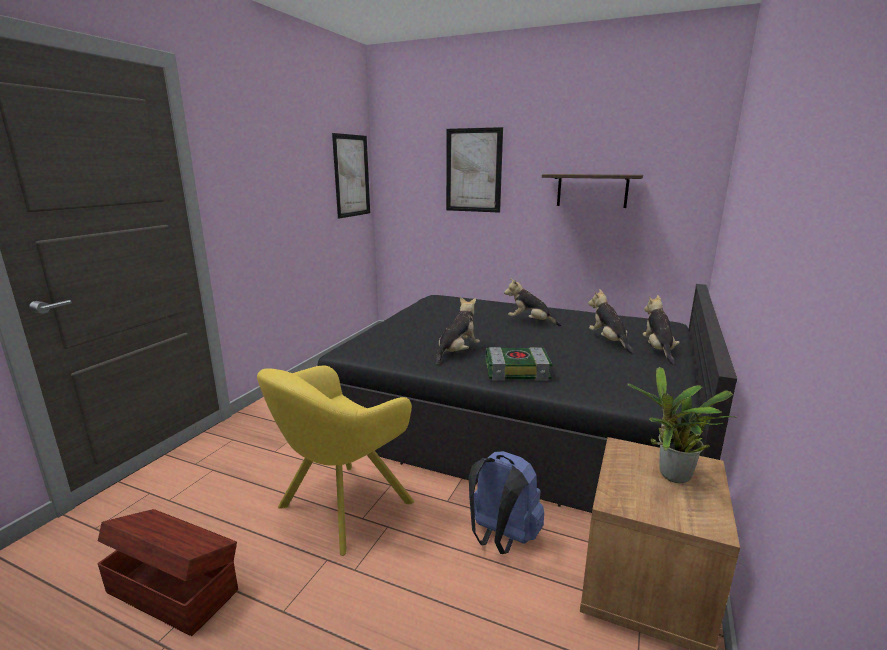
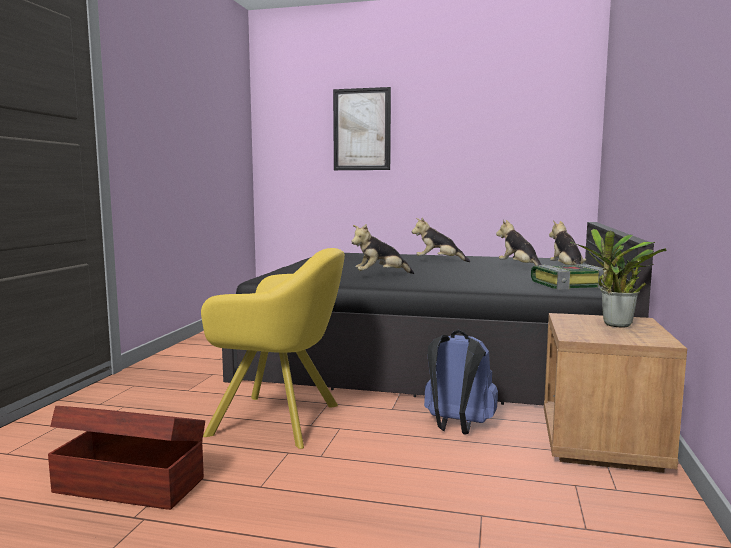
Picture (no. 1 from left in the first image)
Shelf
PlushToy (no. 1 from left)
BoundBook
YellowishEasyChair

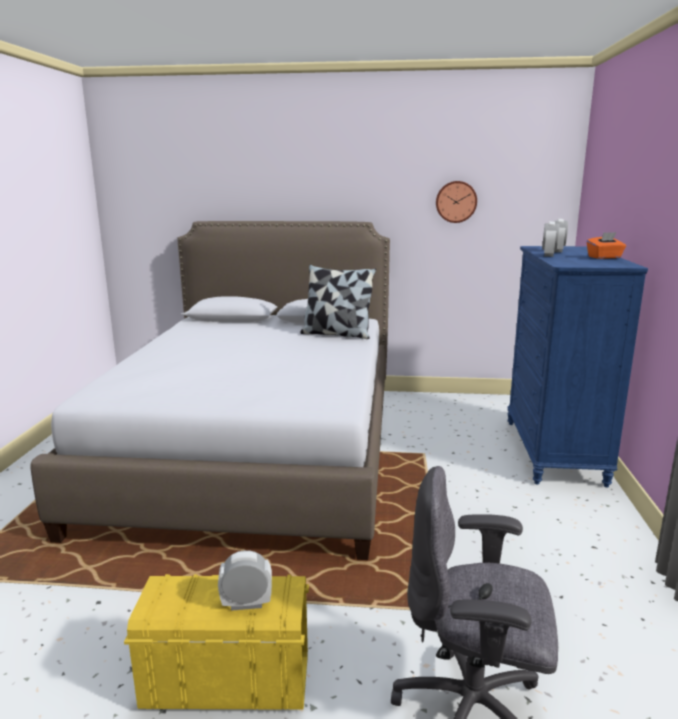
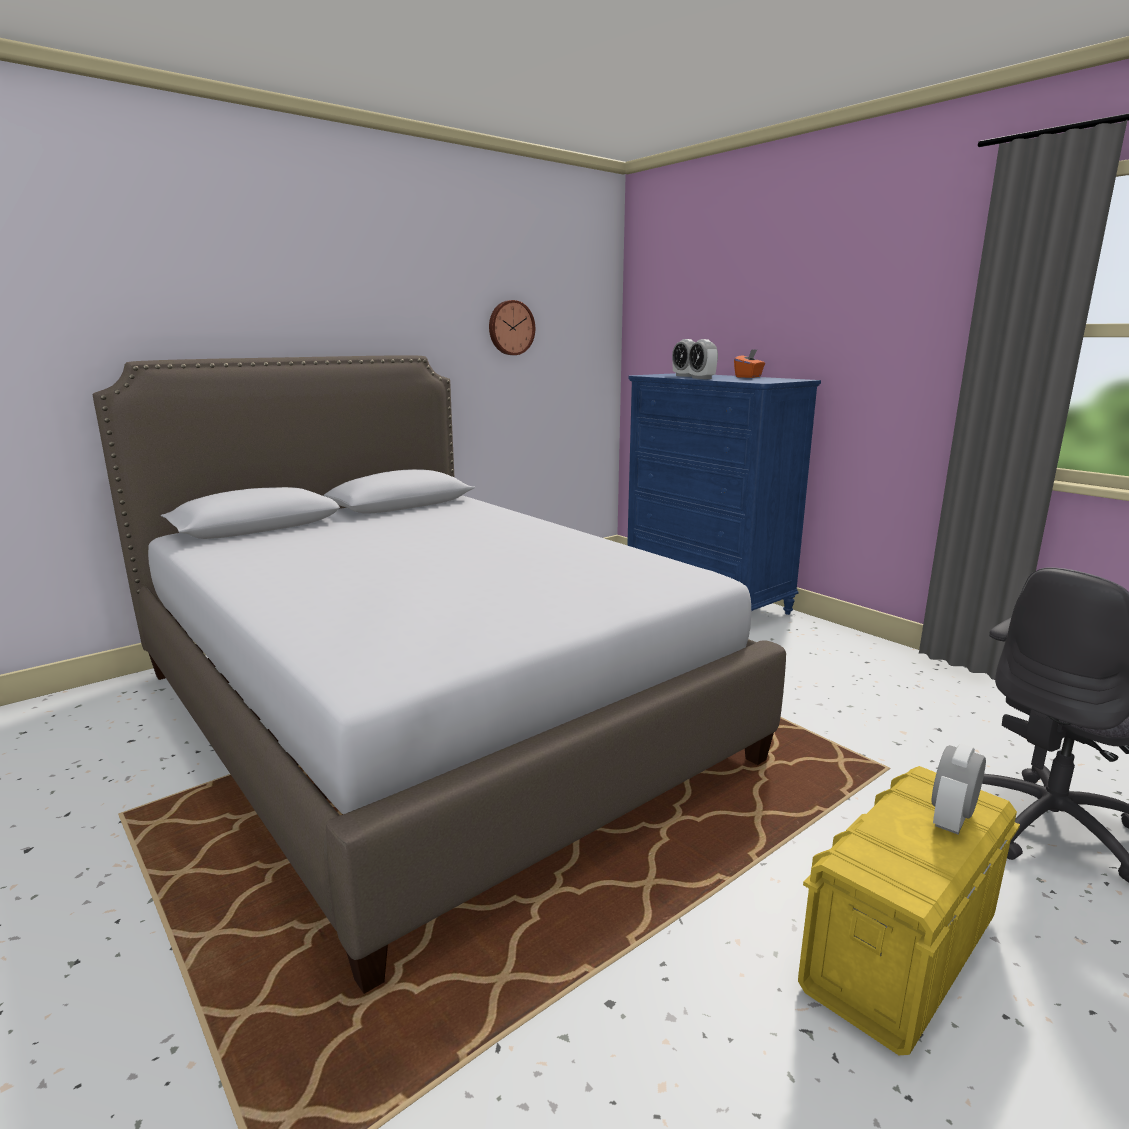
ThrowPillow

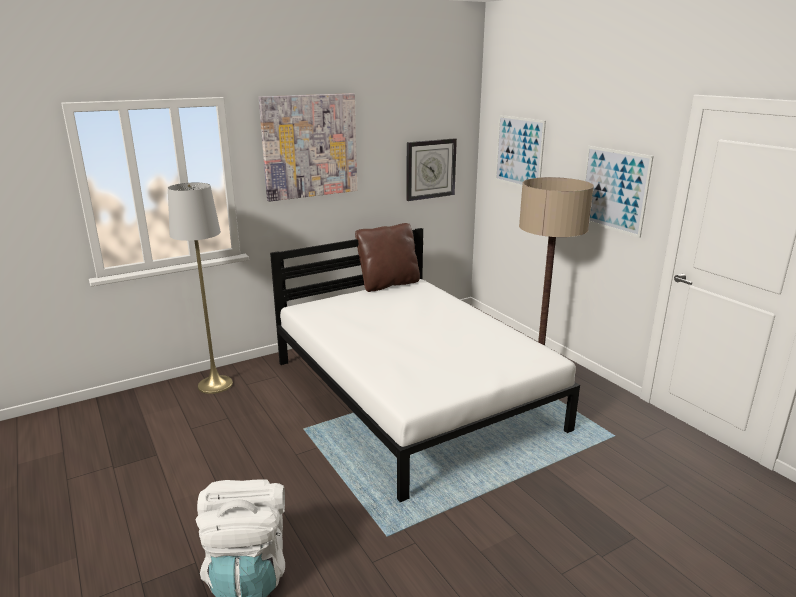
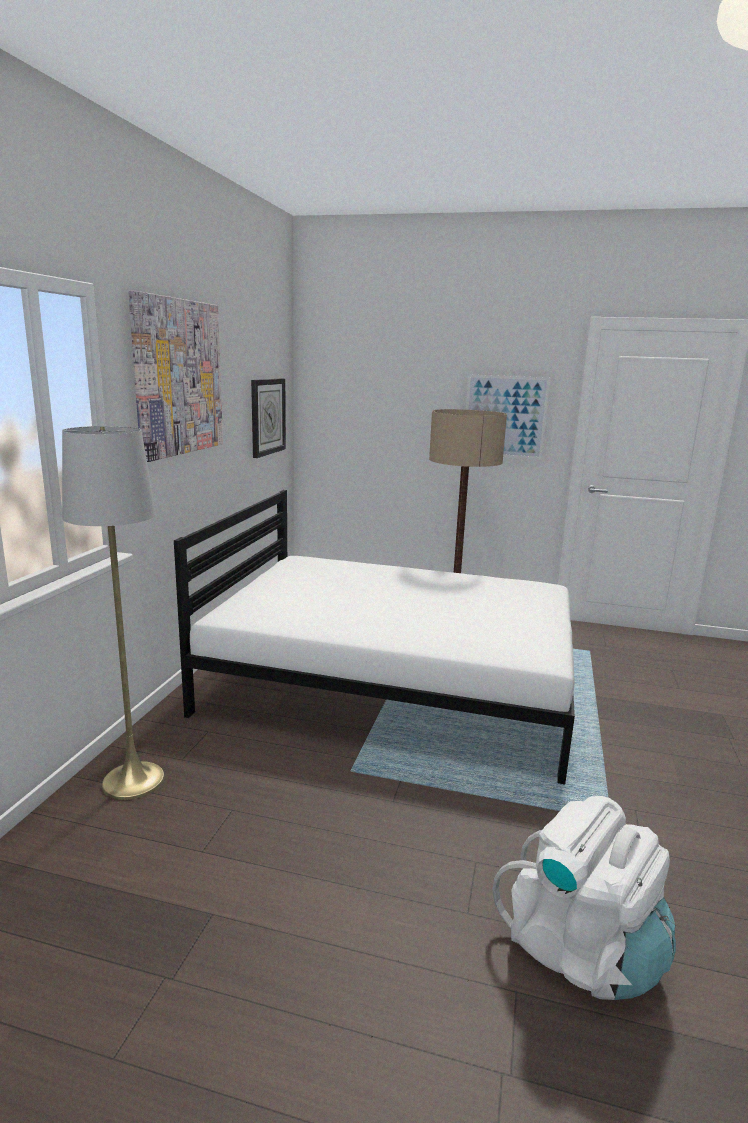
Picture (no. 2 from left in the first image)
BrownishThrowPillow

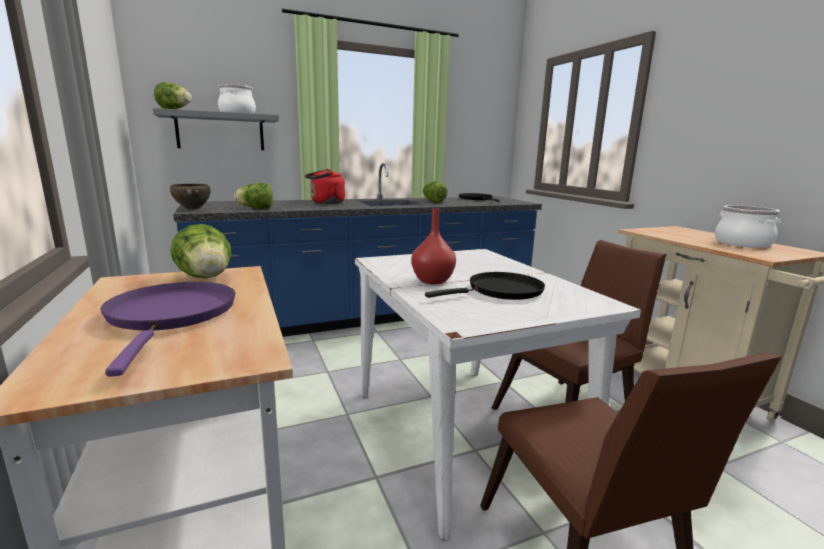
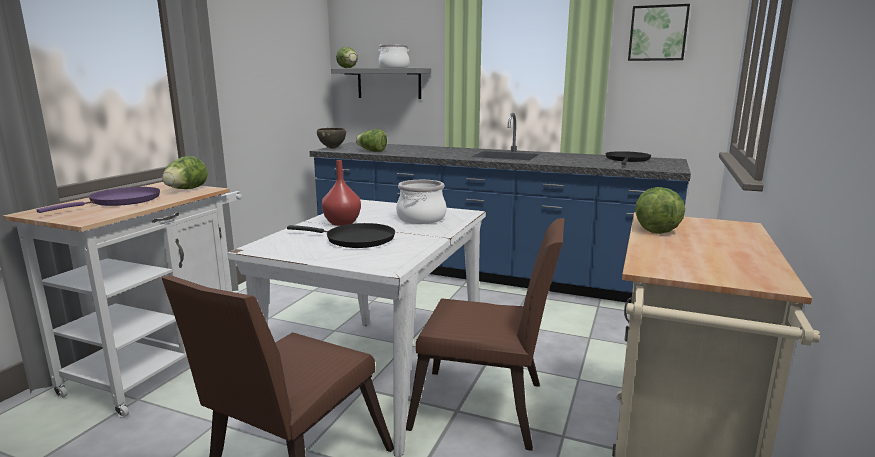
ReddishWaterKettle
Lettuce (no. 4 from left)
Stockpot (no. 2 from left)
Picture

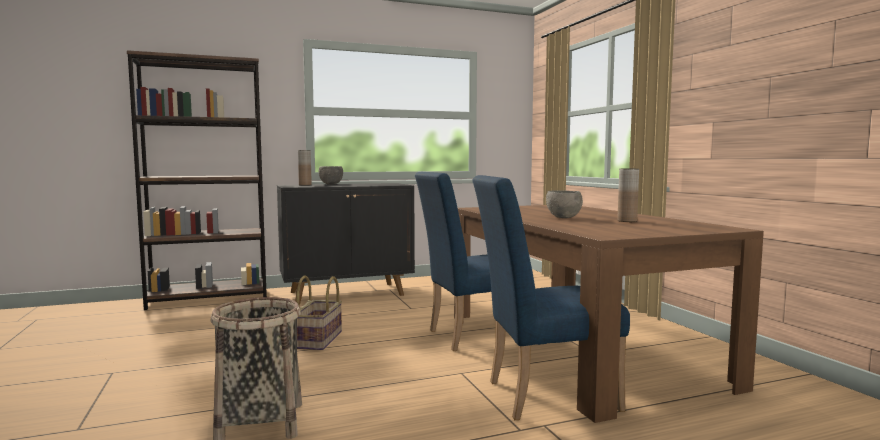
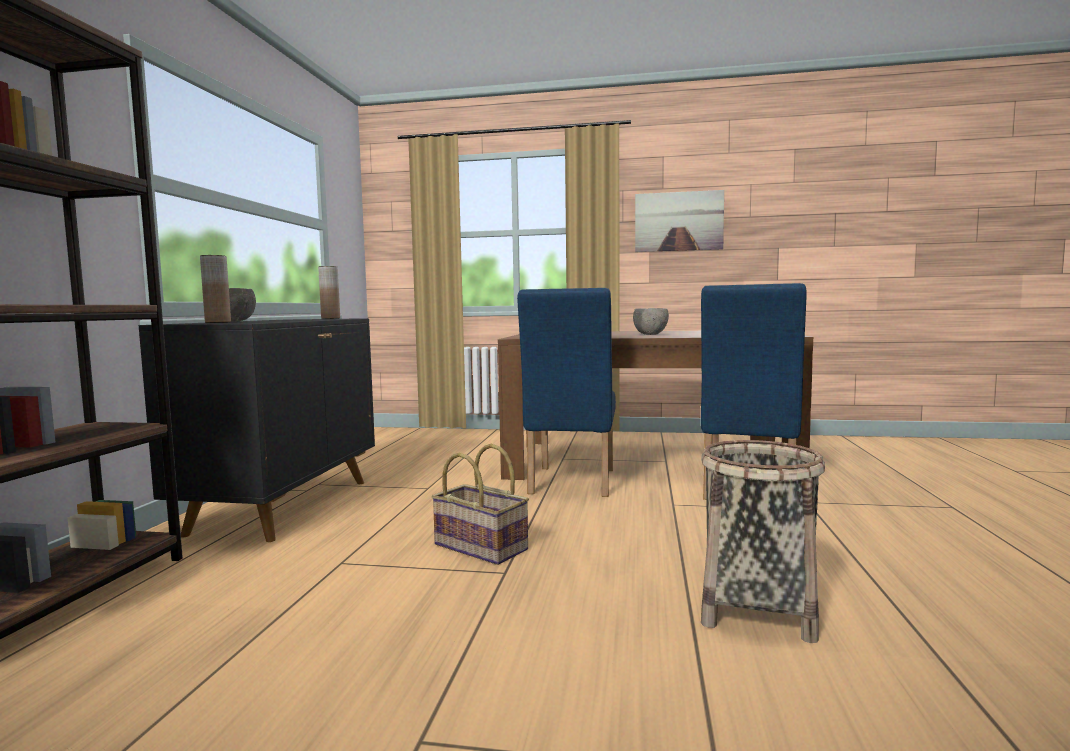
BrownishVase (no. 2 from left)
Picture

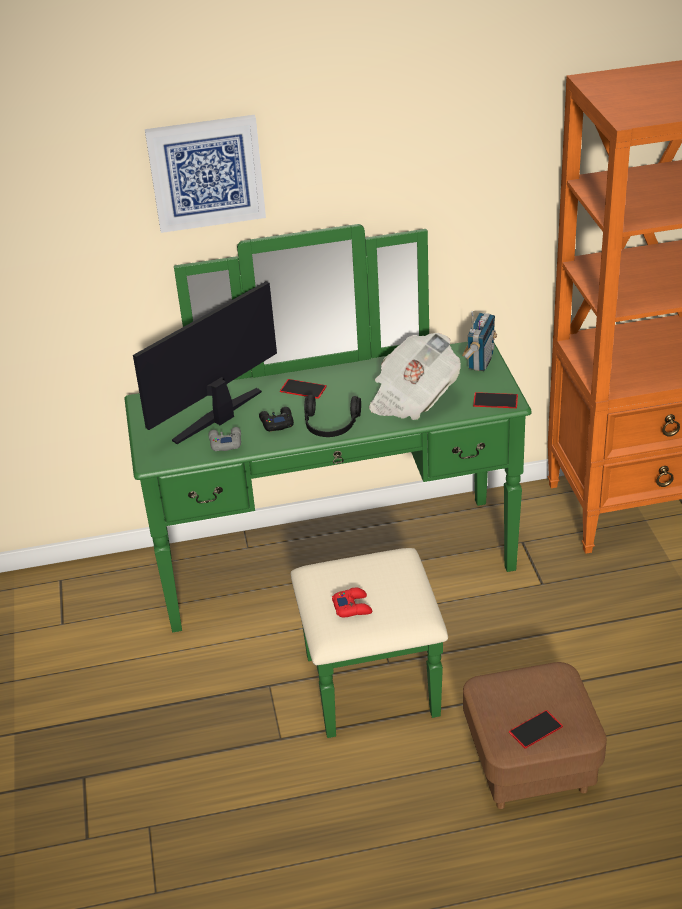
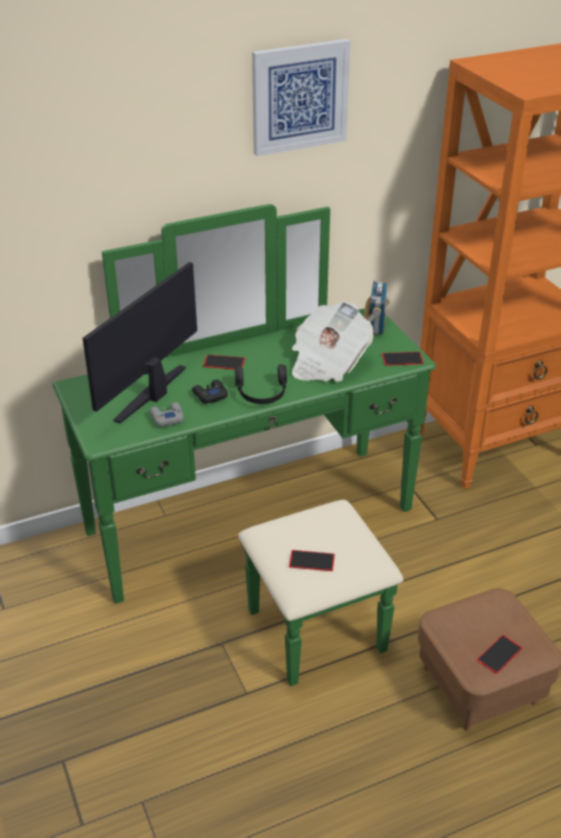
Picture
Telephone (no. 2 from left)

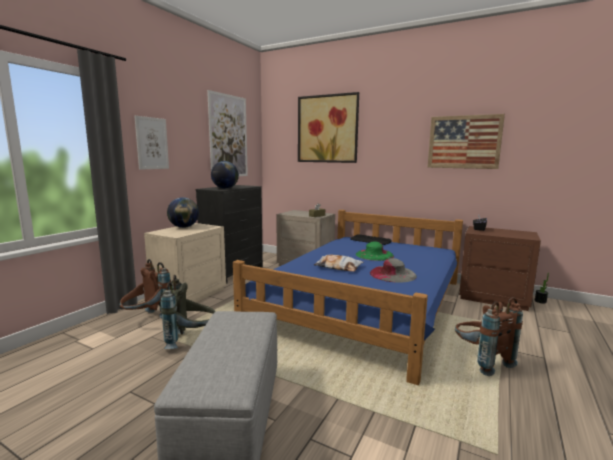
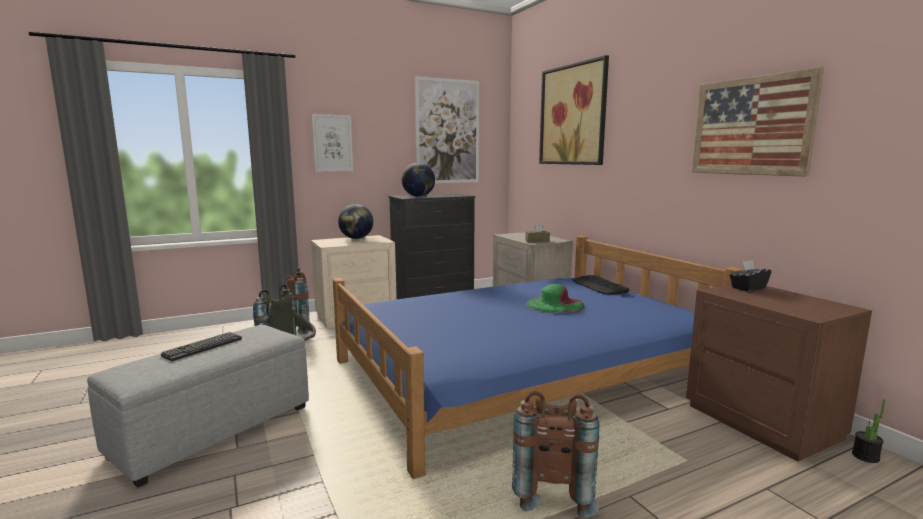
ThrowPillow
GreyWearableHat
ComputerKeyboard (no. 1 from left)

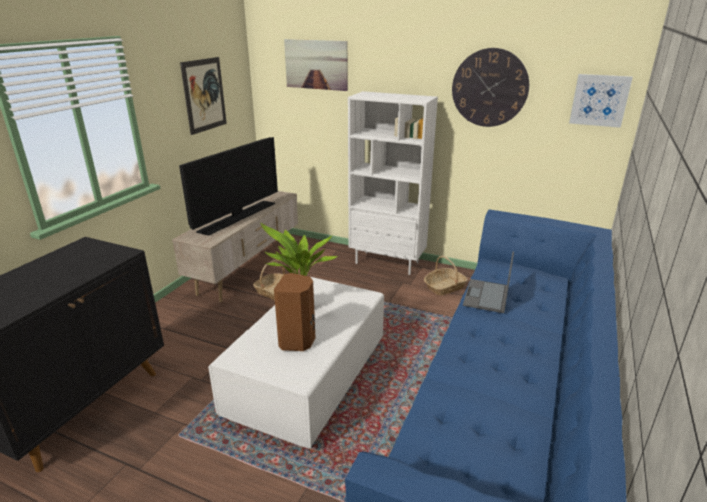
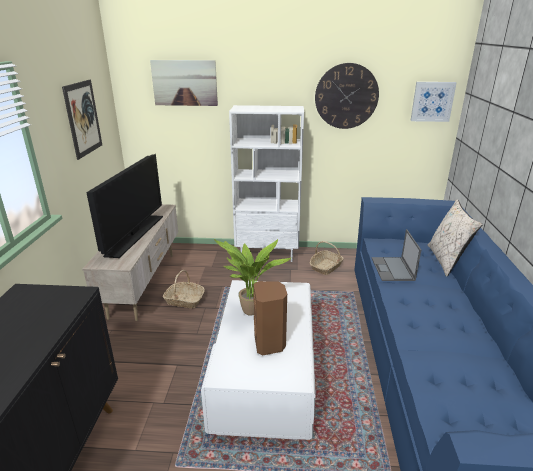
BeigeThrowPillow

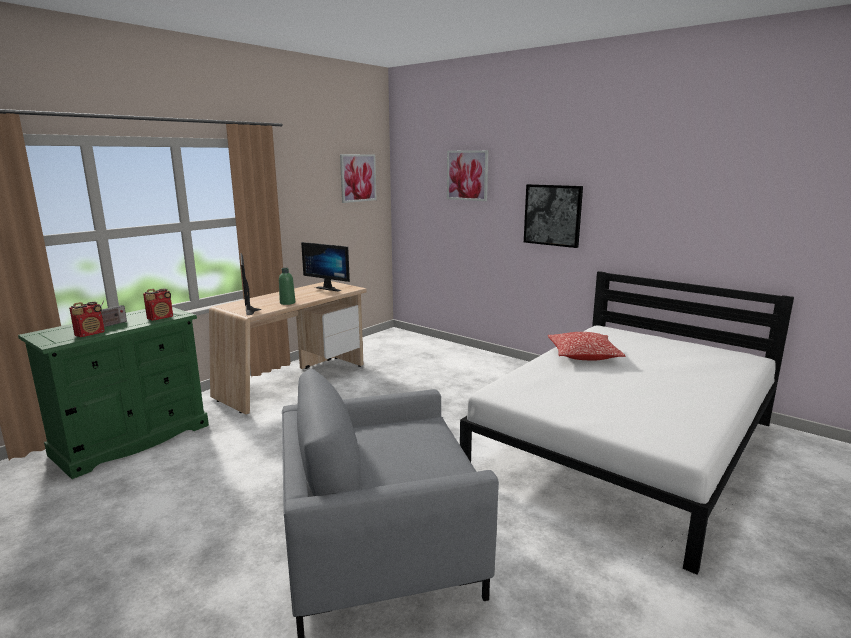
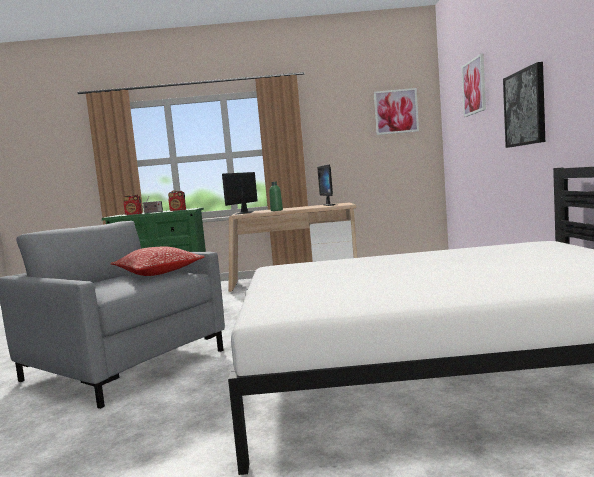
ThrowPillow

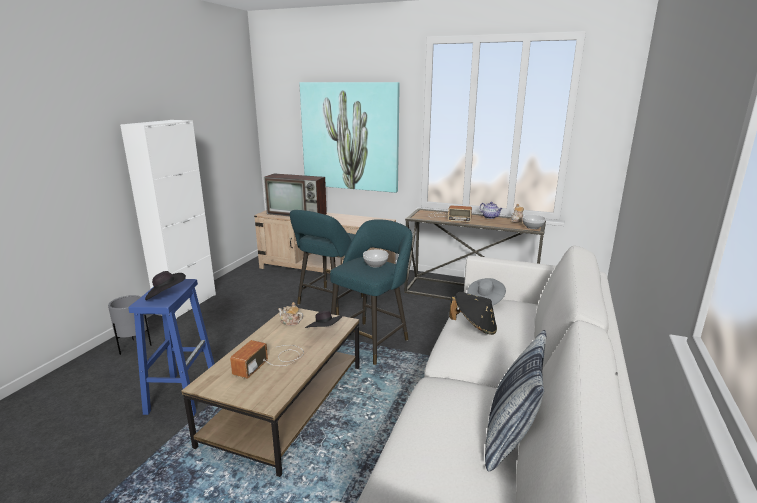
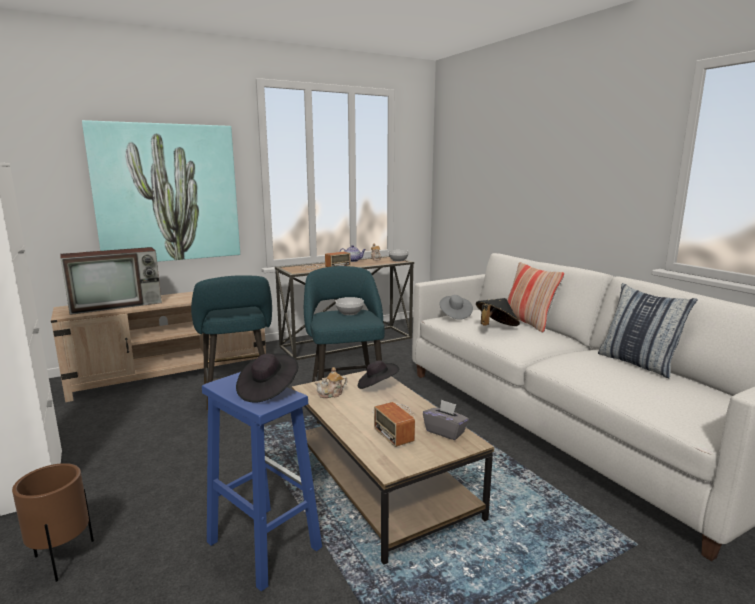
BrownishPlanter
ThrowPillow (no. 1 from left)
GreyTissueBox

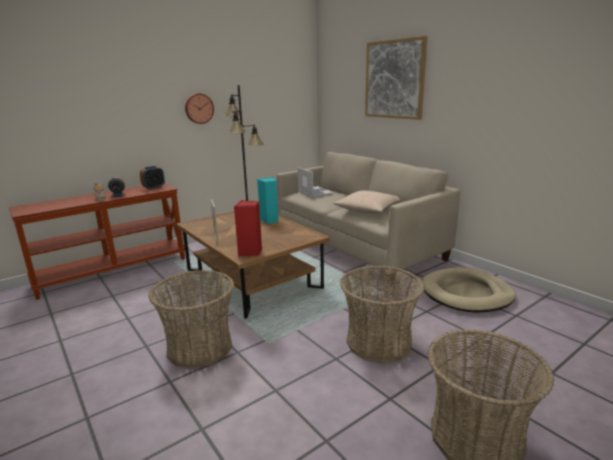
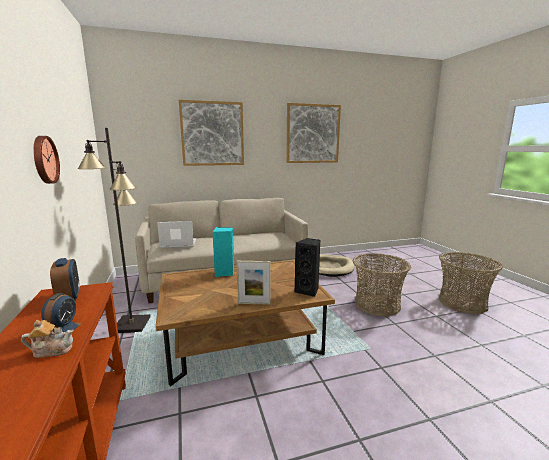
BeigeThrowPillow
BlackLoudspeaker
HouseholdBasket (no. 1 from left in the first image)
Picture (no. 2 from left)

